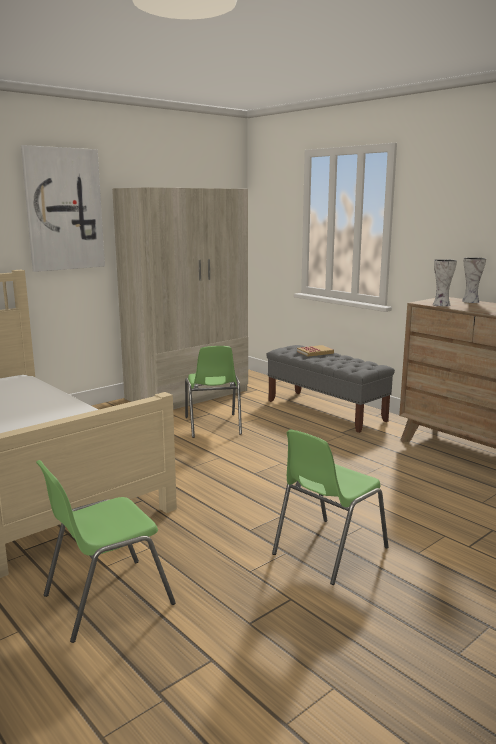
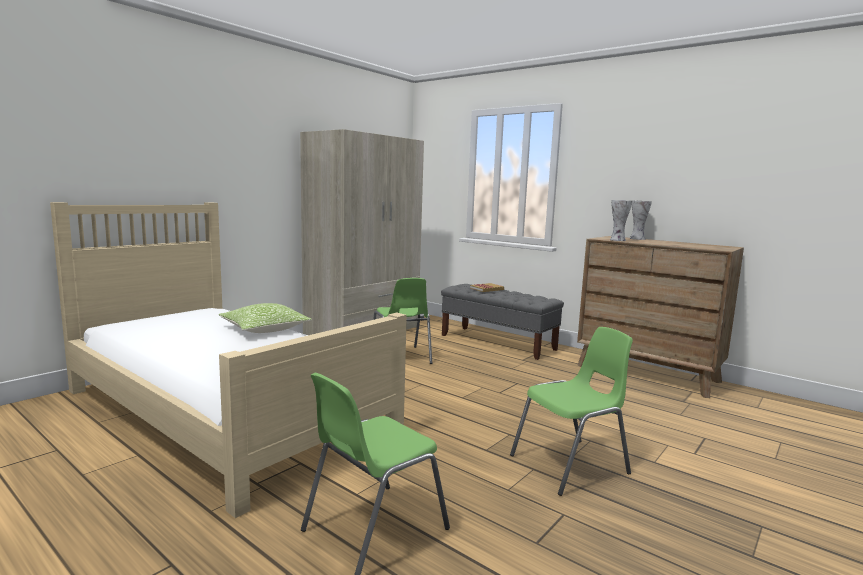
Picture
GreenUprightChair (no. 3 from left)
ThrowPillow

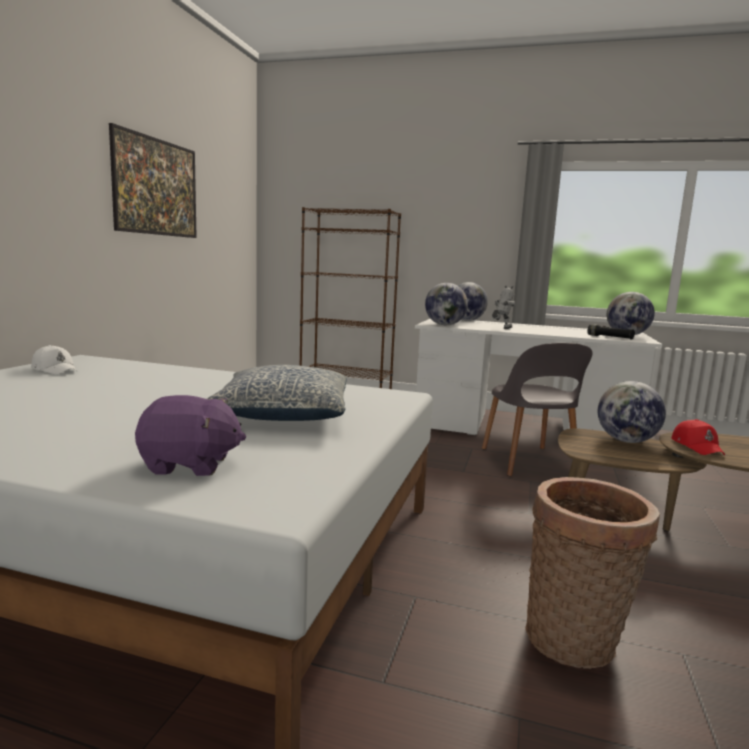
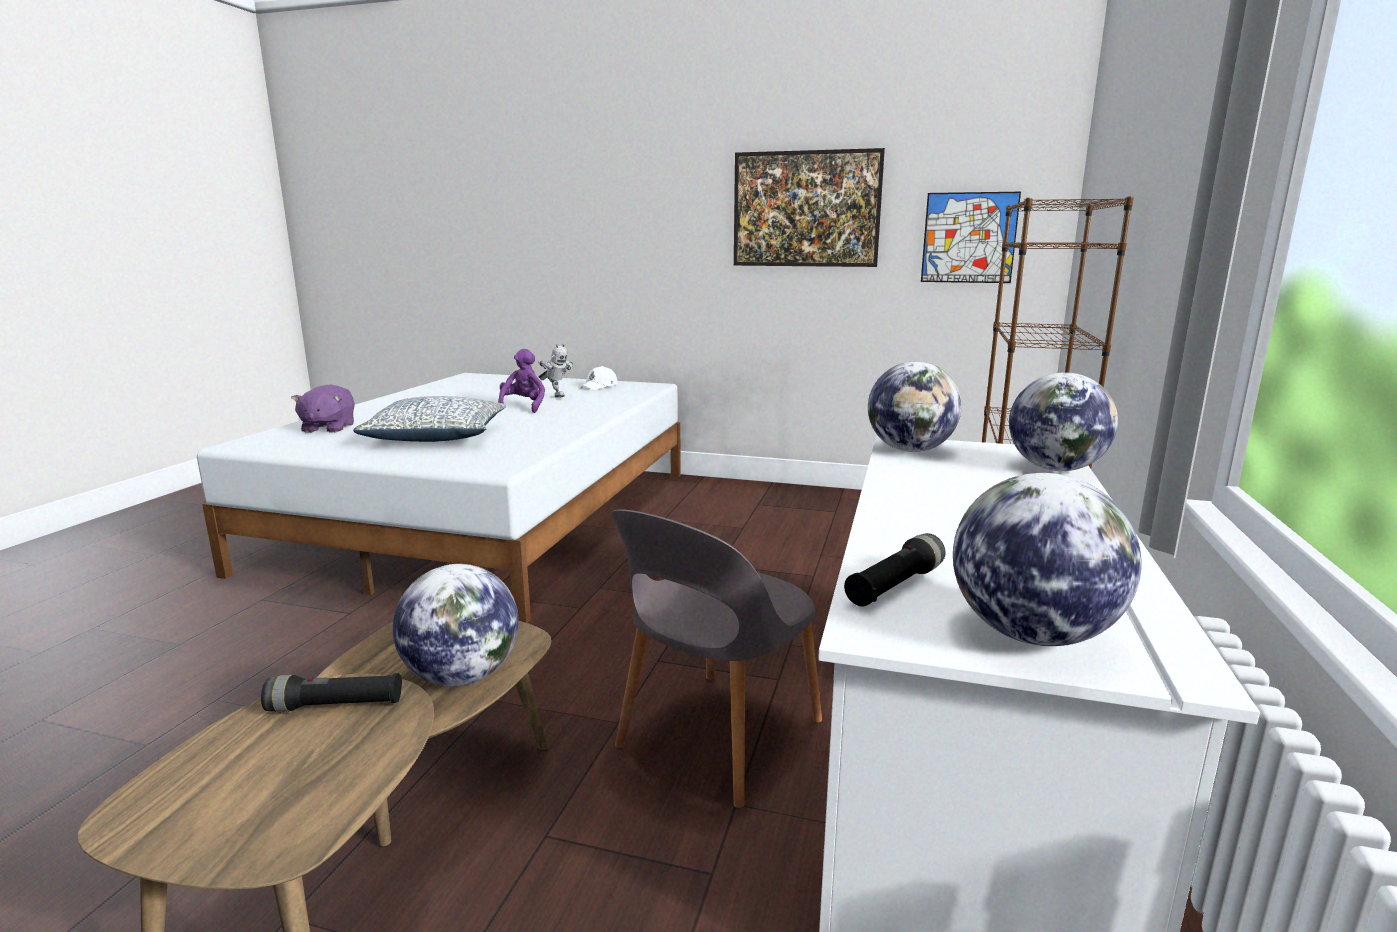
ToyRobot
GreyUprightChair
BlackFlashlight (no. 1 from left)
HouseholdBasket
Picture (no. 2 from left)
PurplishPlushToy (no. 2 from left)

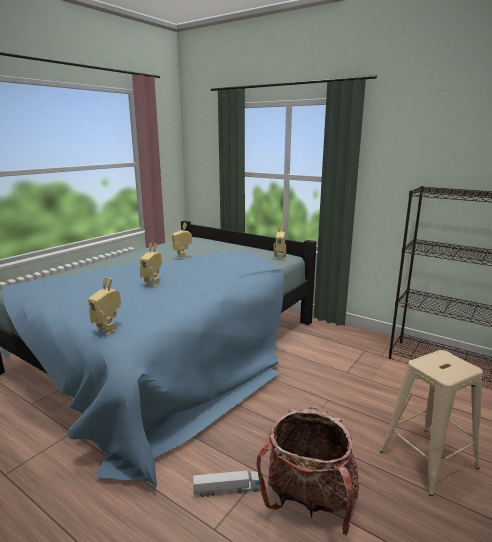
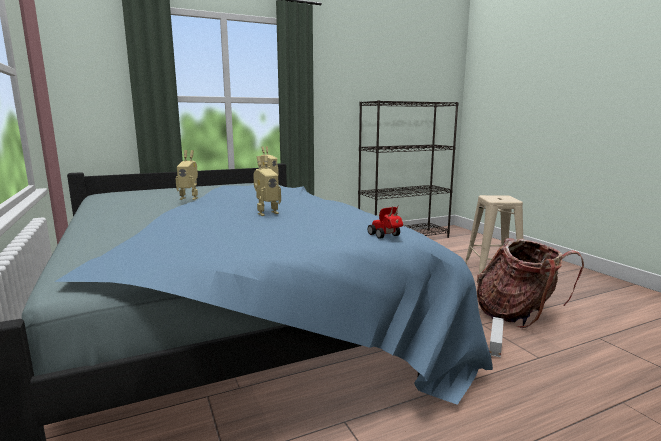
ModelCar

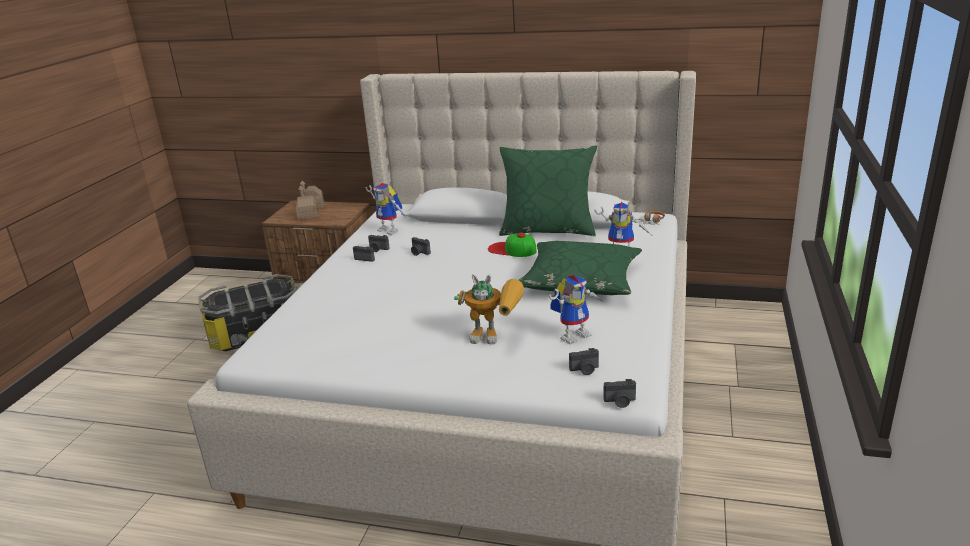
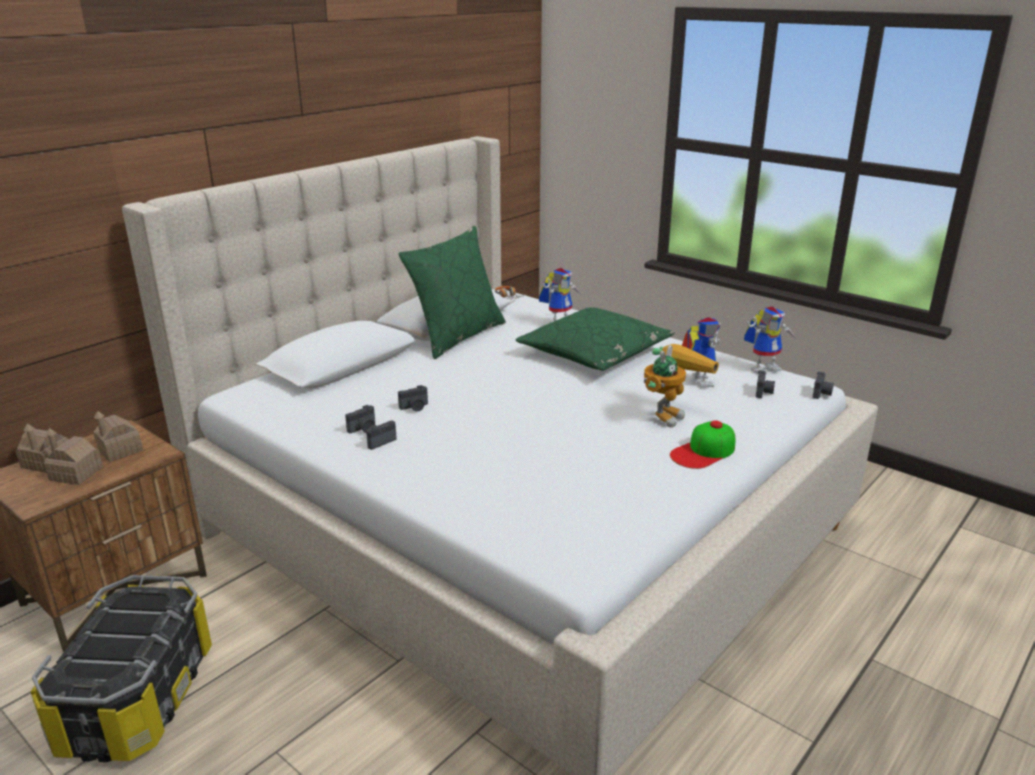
ToyRobot (no. 4 from left)
PeakedCap
MiniatureHouse (no. 3 from left)

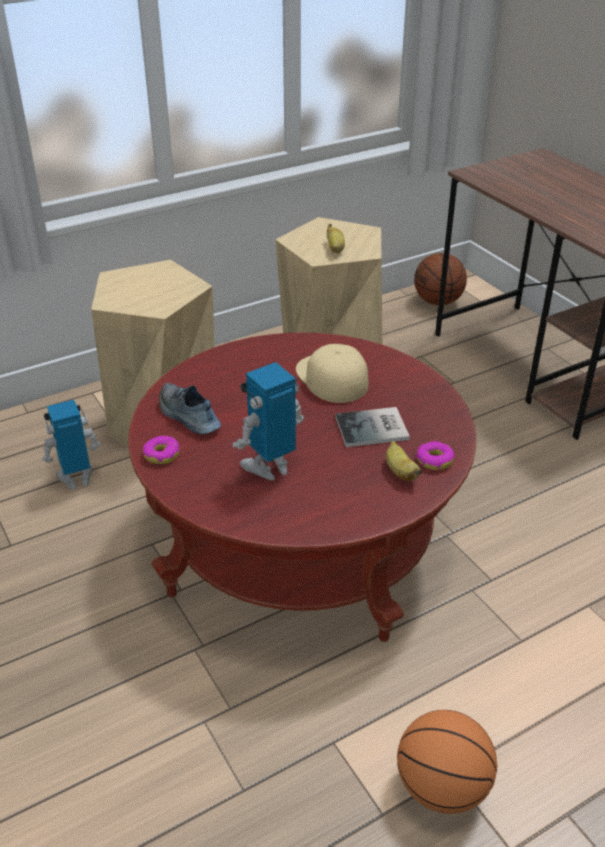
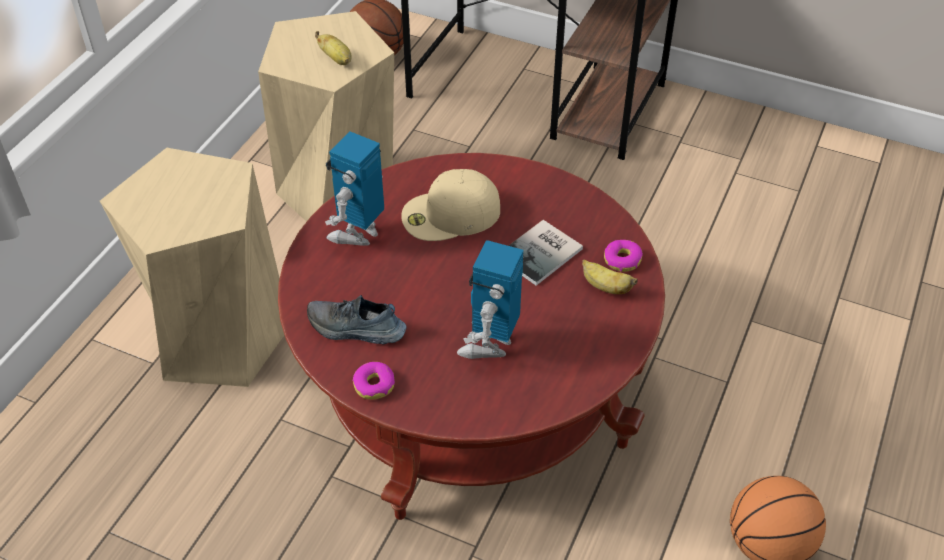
BeigePeakedCap
ToyRobot (no. 1 from left)

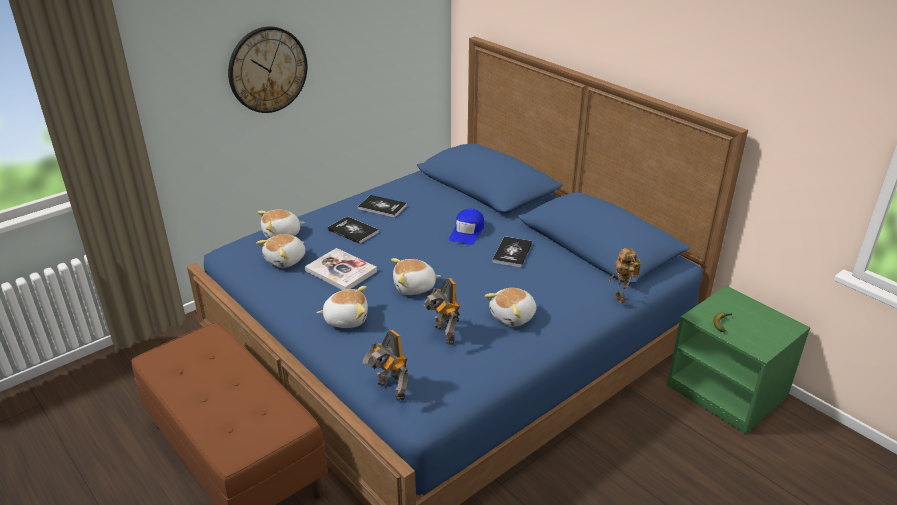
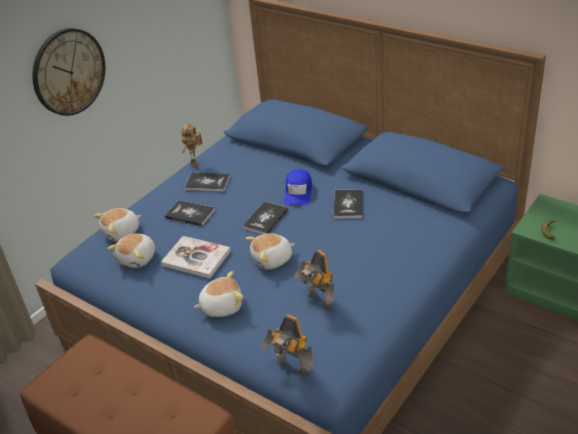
ToyRobot (no. 1 from left)
PlushToy (no. 5 from left in the first image)
BoundBook (no. 4 from left)

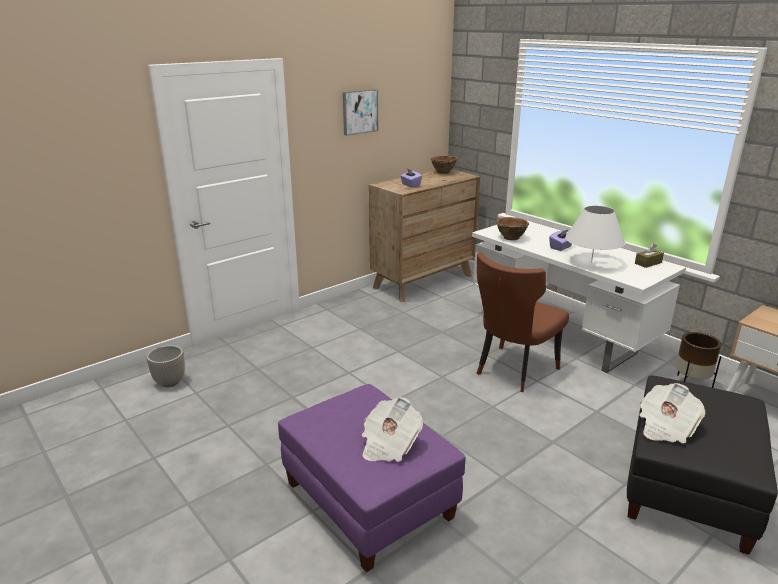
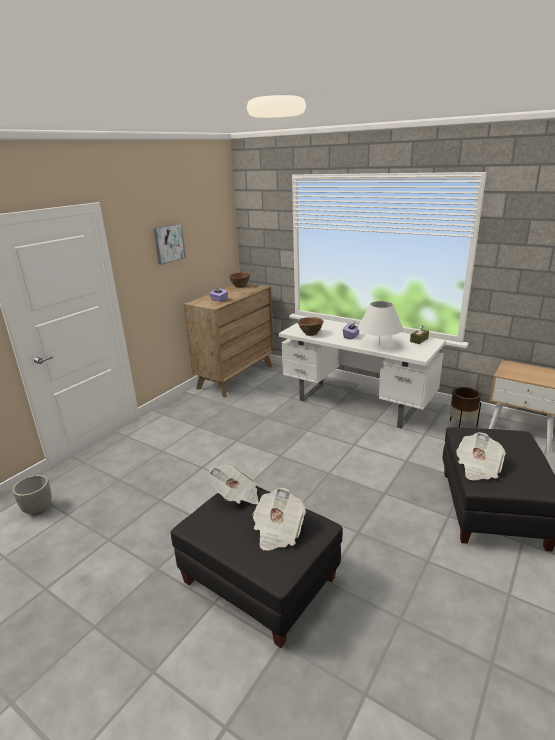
BrownishUprightChair
BlackFootrest (no. 1 from left)
DailyPaper (no. 1 from left)

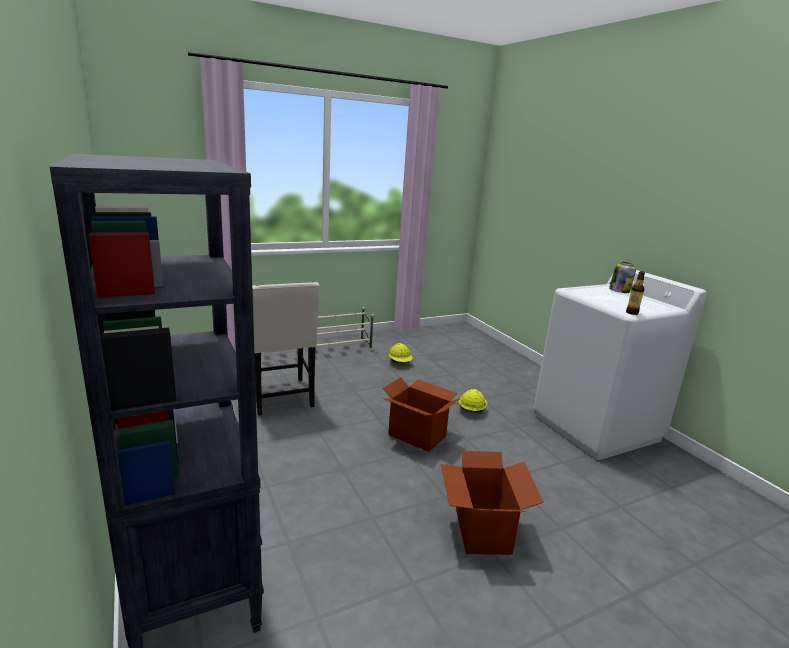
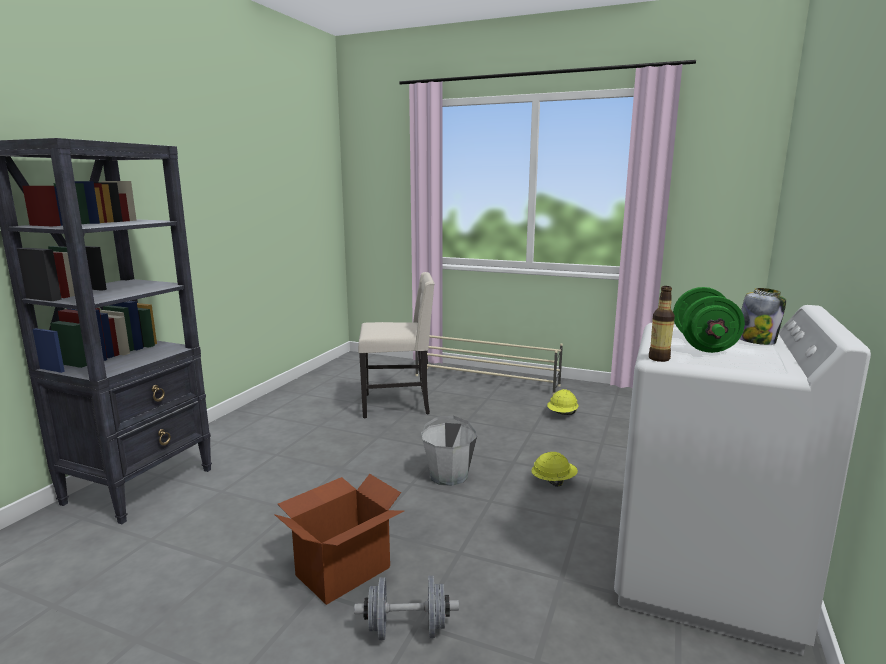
BeigeUprightChair
GreyWaterBucket
GreenDumbbell
GreyDumbbell

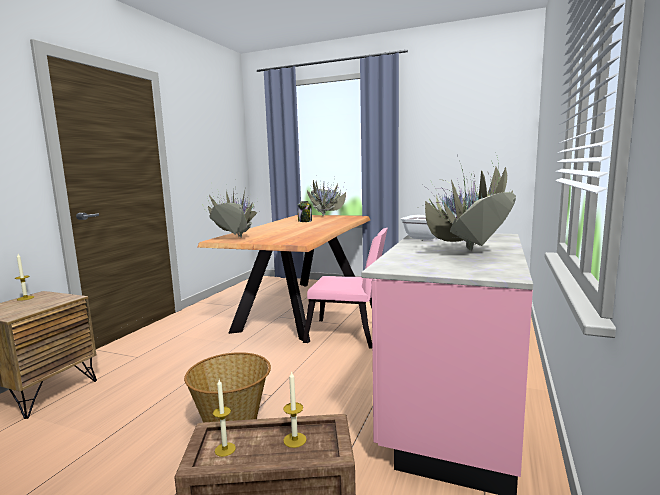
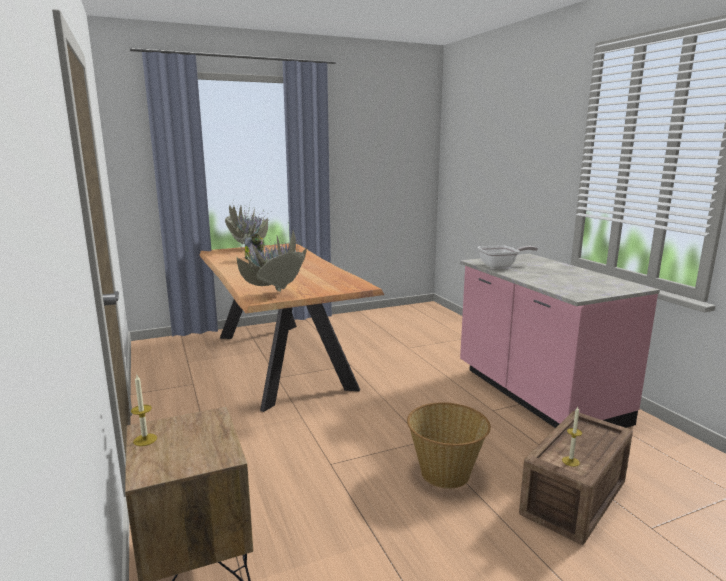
PlantInAPot (no. 3 from left in the first image)
PinkishUprightChair
WaxCandle (no. 3 from left in the first image)

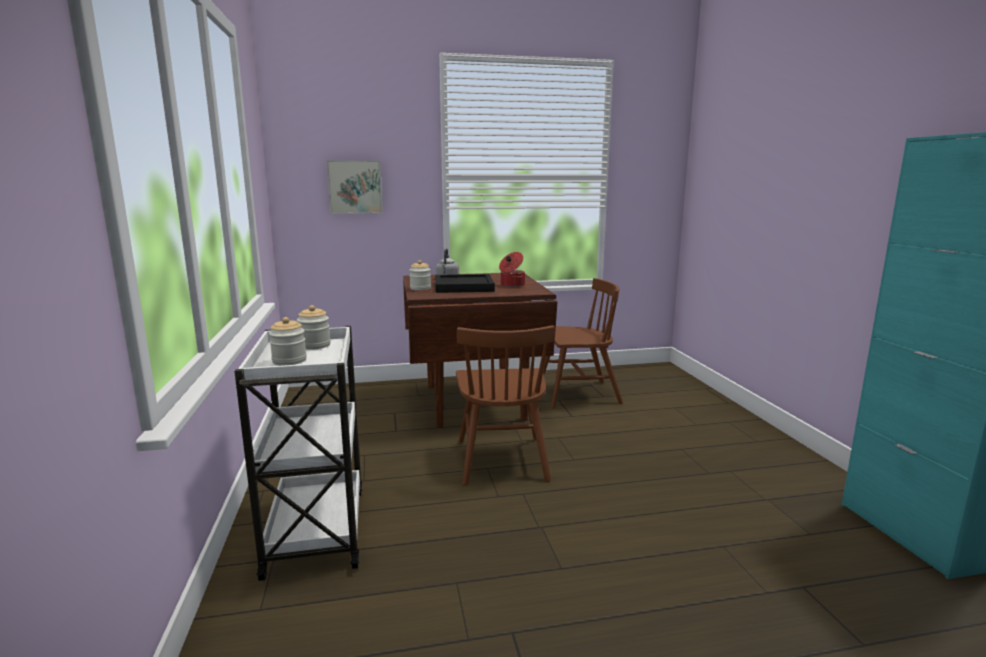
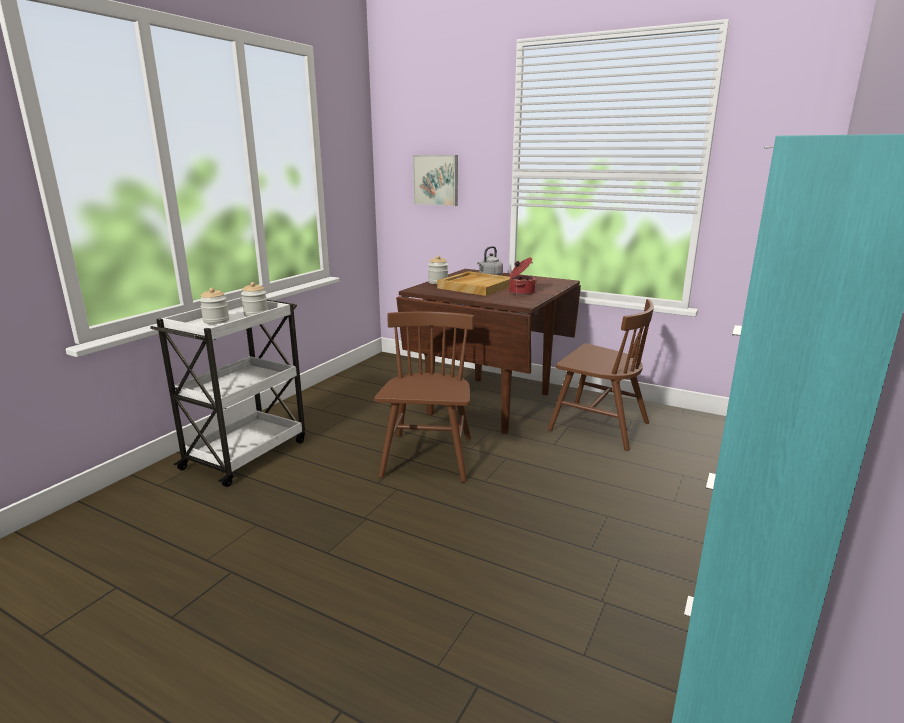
BeigeCarryingTray
BrownishUprightChair (no. 1 from left)

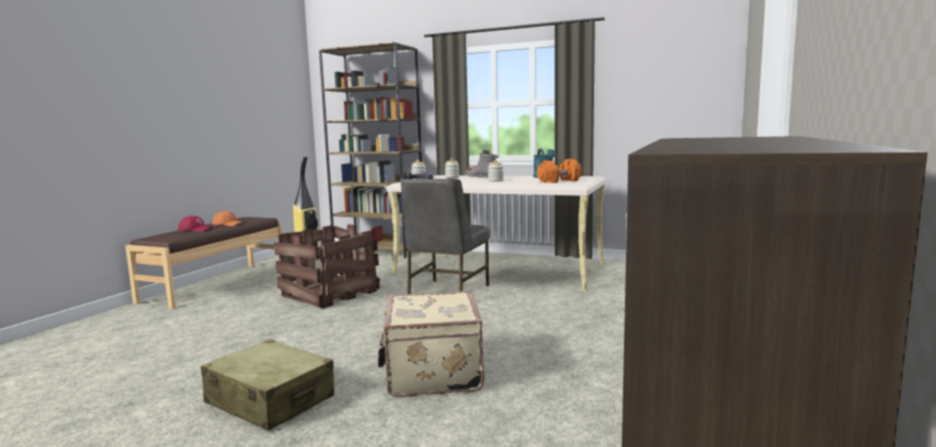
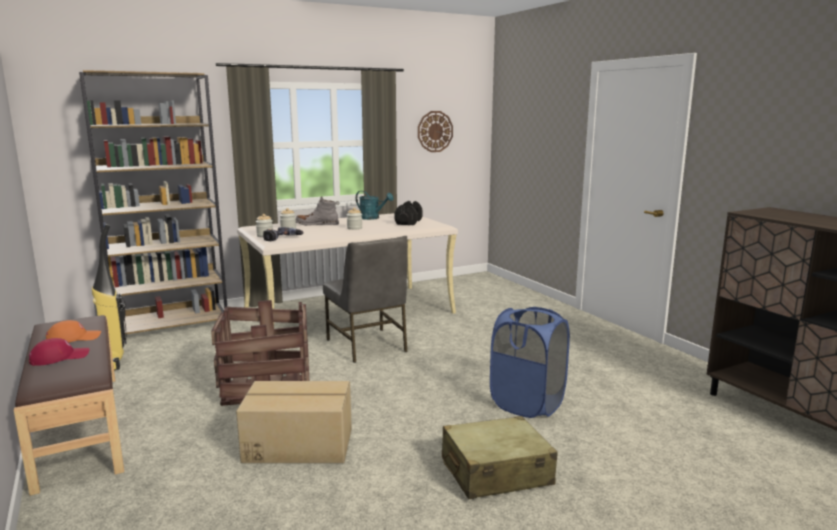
BlackDumbbell
BlueHamper
WallClock
PackingBox

